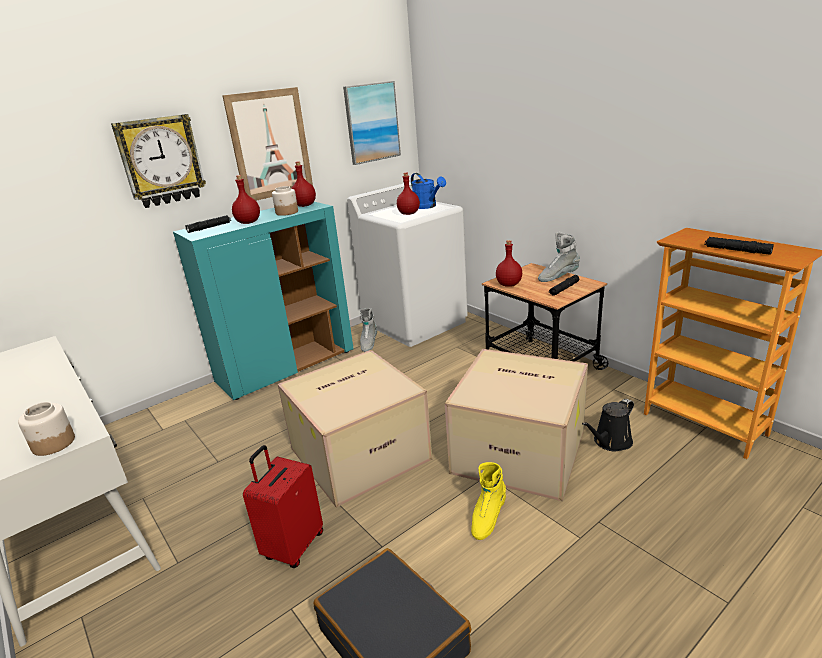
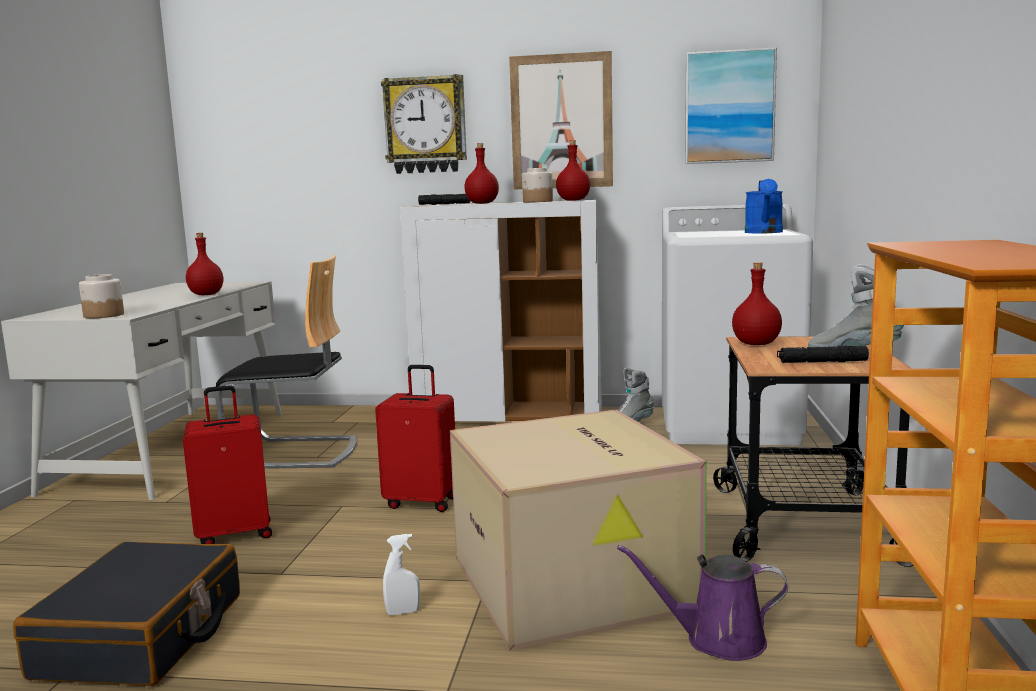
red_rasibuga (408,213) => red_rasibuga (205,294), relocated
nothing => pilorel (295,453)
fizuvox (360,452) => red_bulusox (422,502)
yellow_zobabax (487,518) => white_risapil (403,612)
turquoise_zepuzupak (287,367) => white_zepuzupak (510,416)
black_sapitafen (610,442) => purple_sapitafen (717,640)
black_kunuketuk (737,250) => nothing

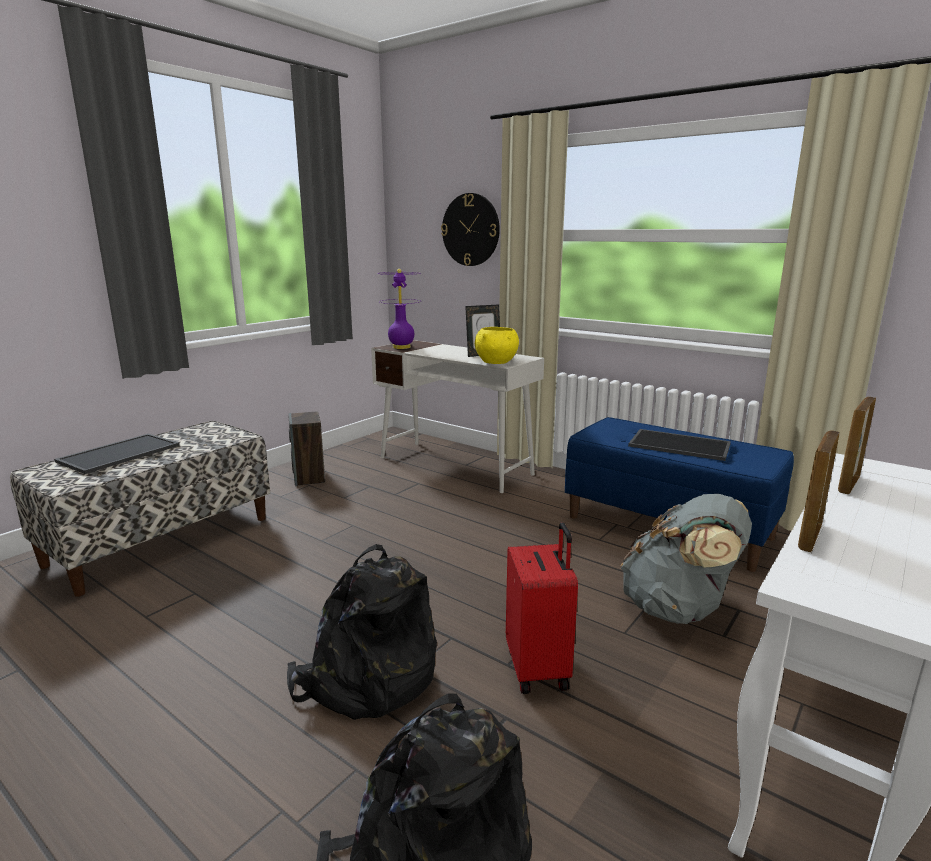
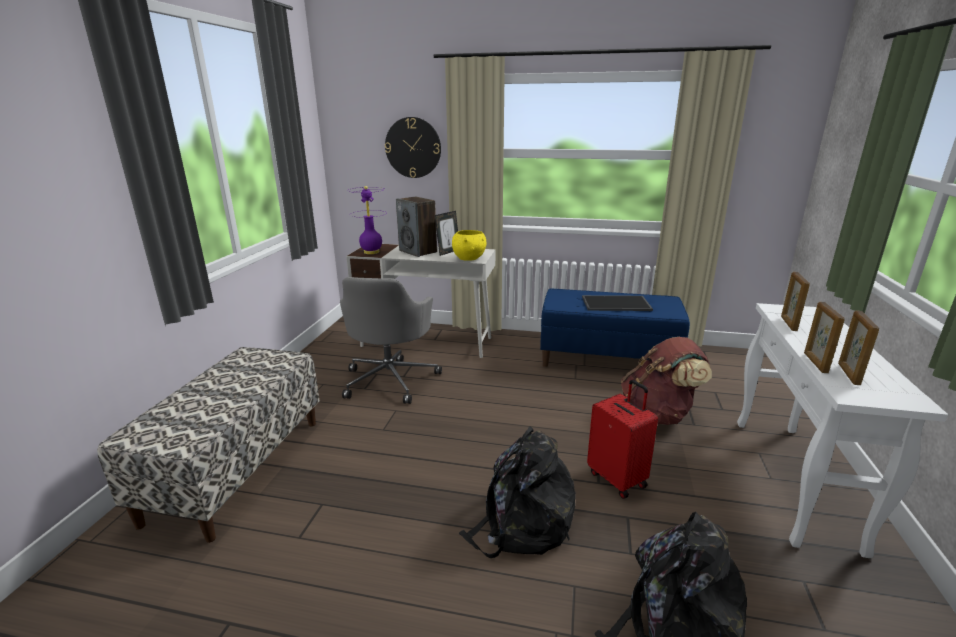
nothing => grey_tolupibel (391,379)
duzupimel (309,477) => duzupimel (418,251), relocated
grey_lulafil (679,609) => brown_lulafil (658,414)
nothing => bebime (848,374)
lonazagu (119,453) => nothing

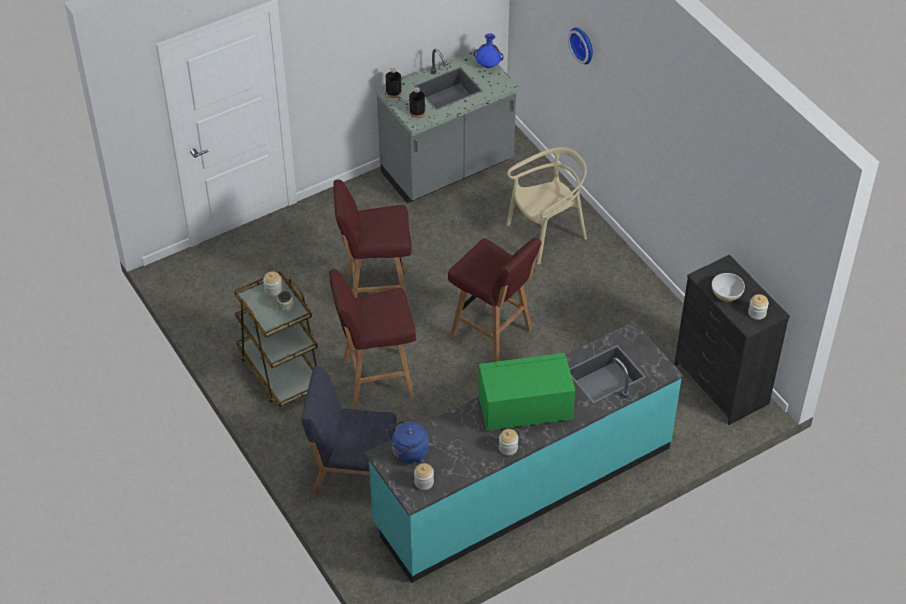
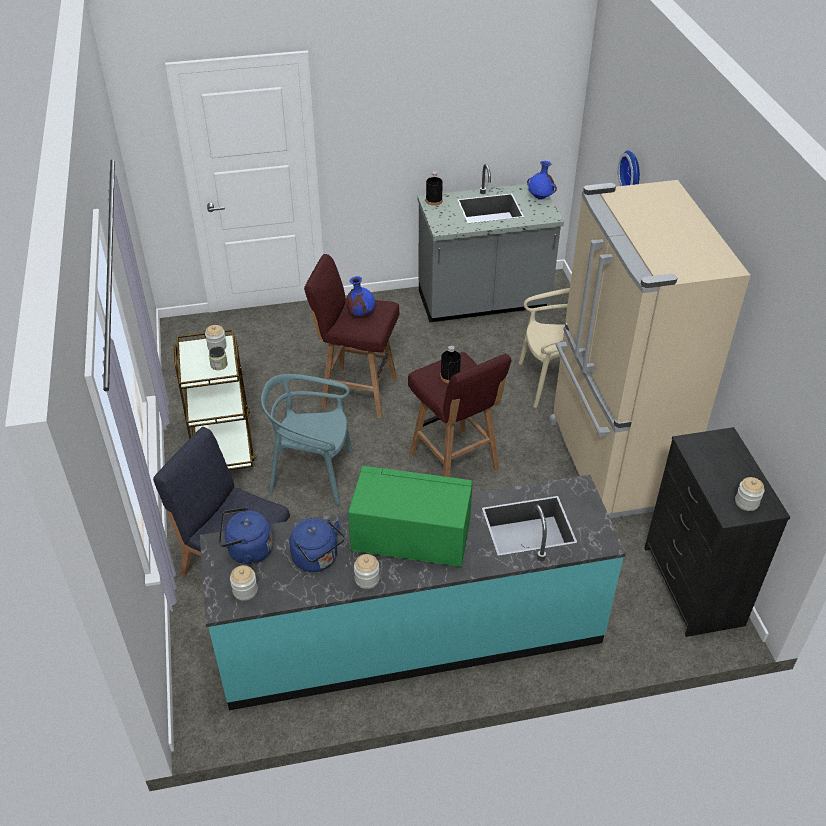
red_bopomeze (376,378) => turquoise_pilorel (312,474)
nothing => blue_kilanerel (317,559)
nothing => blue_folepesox (360,313)
black_rasibuga (417,112) => black_rasibuga (450,376), relocated
nothing => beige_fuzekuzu (610,463)
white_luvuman (726,294) => nothing

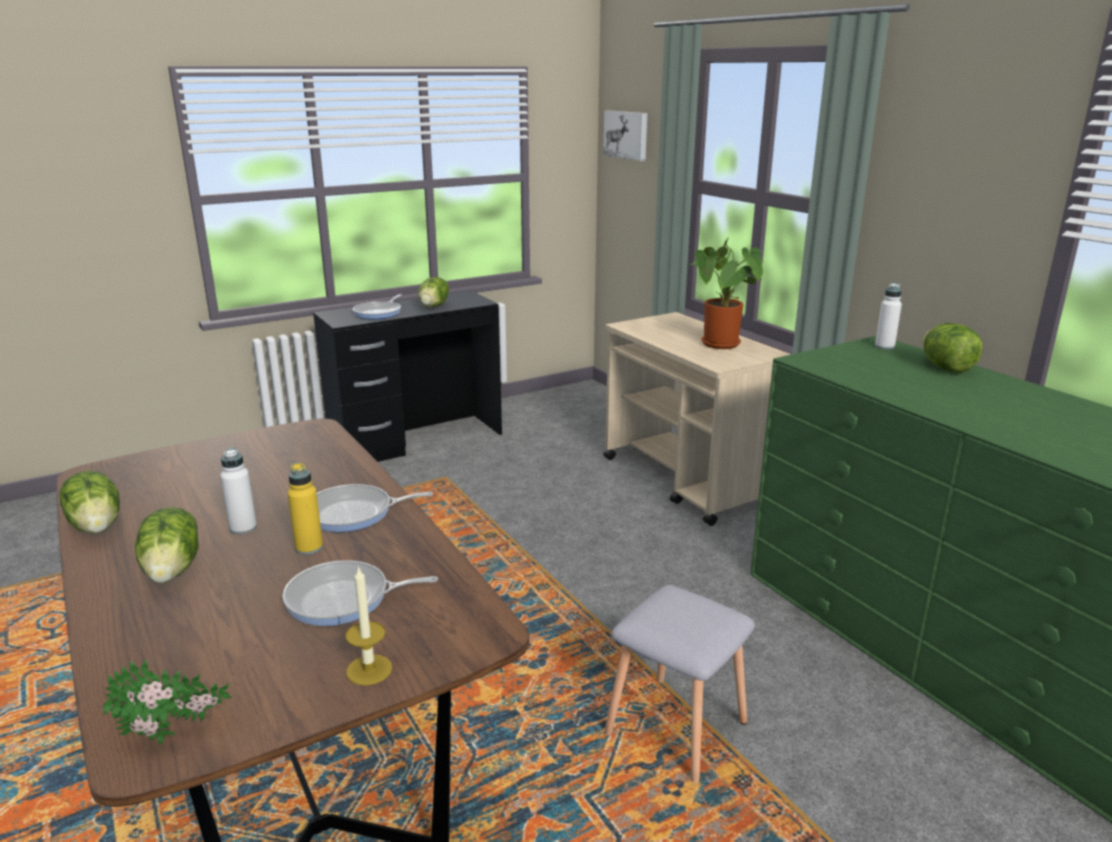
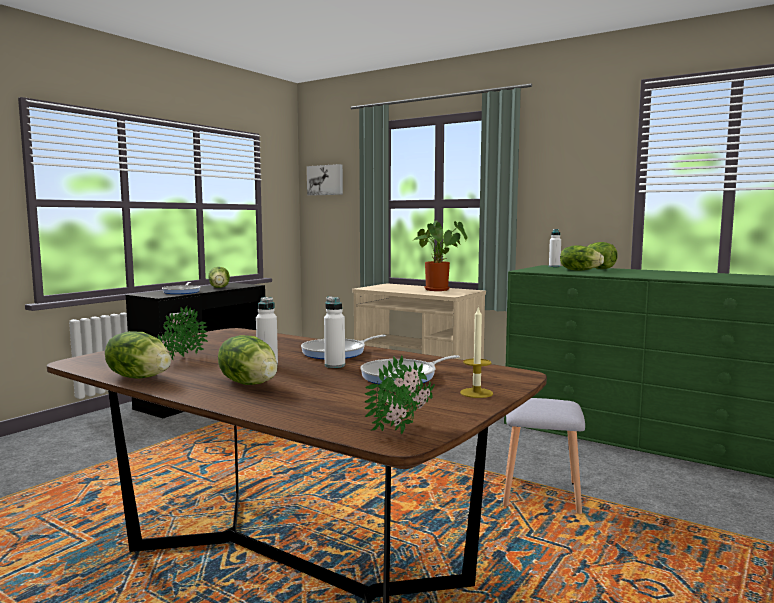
nothing => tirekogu (180,358)
yellow_rasibuga (309,548) => white_rasibuga (334,365)
nothing => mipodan (579,270)

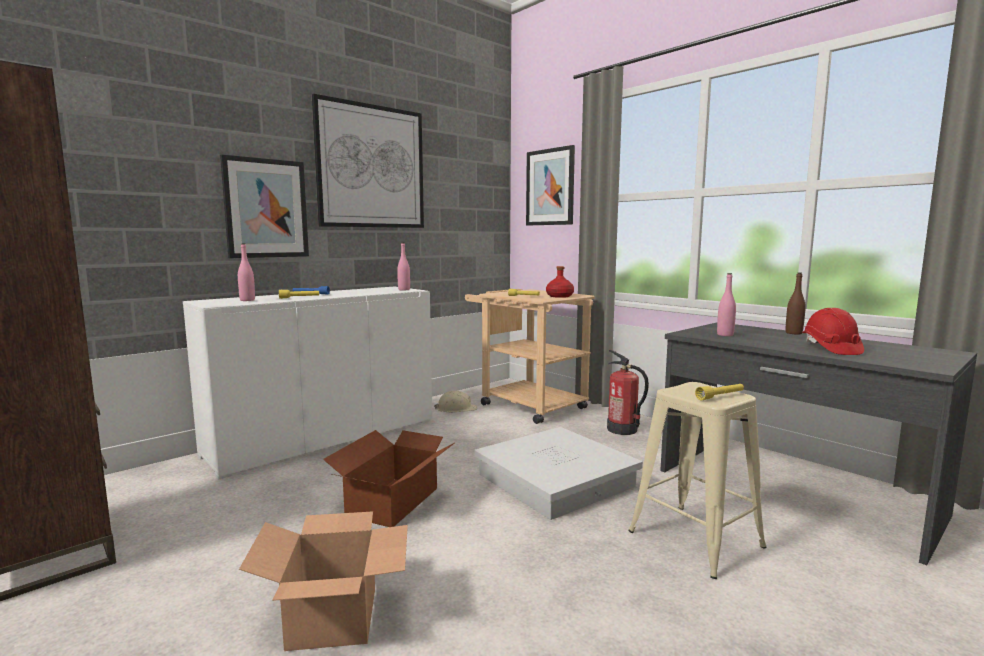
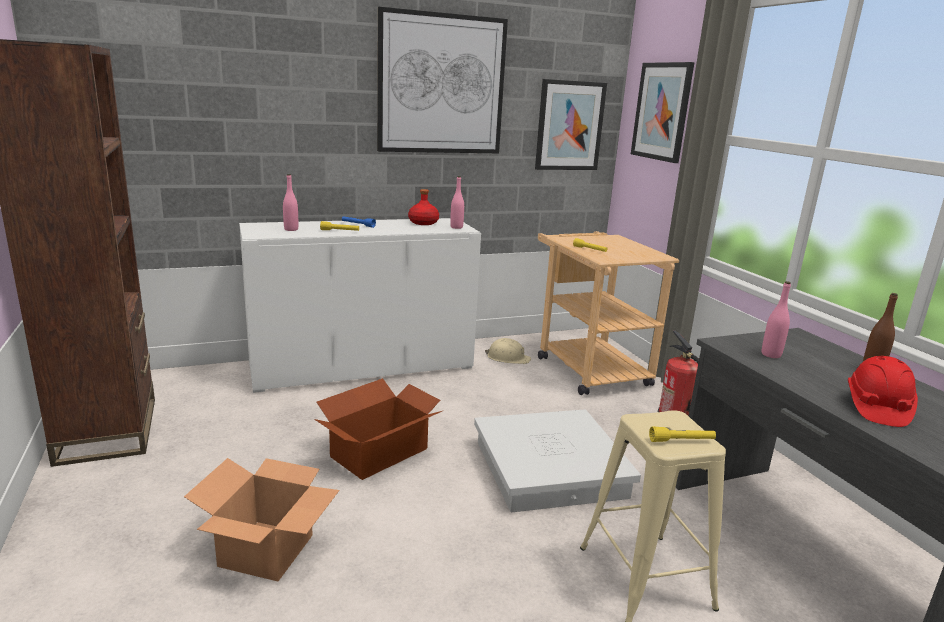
red_rasibuga (560,296) => red_rasibuga (423,223), relocated
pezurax (266,208) => pezurax (569,126), relocated

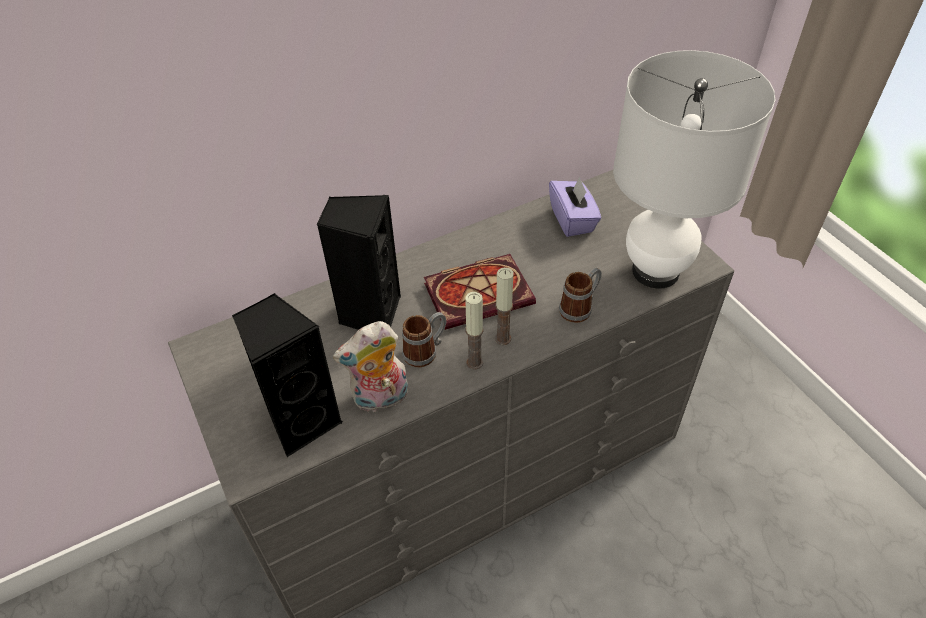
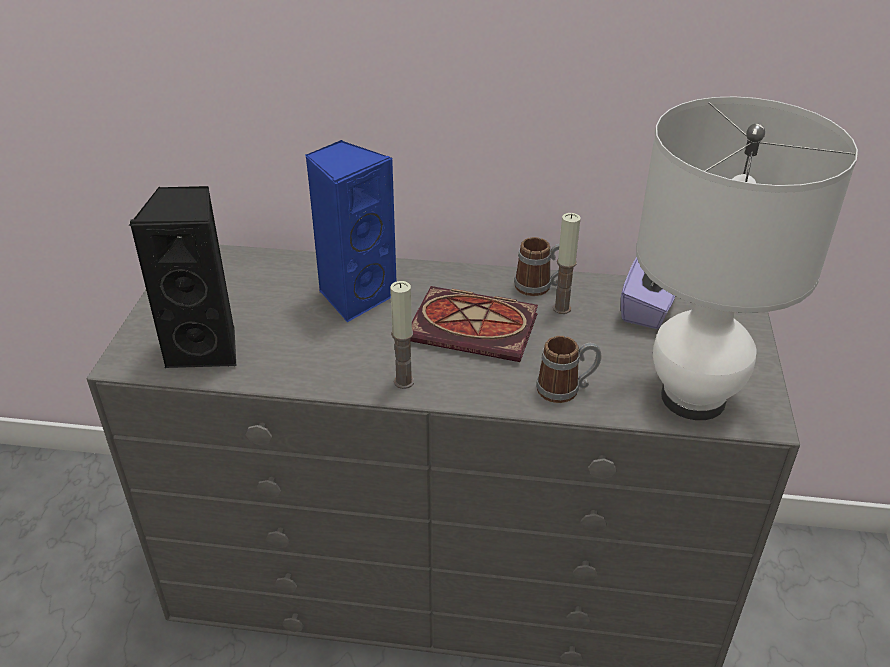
black_duzupimel (370,313) => blue_duzupimel (355,296)
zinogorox (425,351) => zinogorox (540,286), relocated
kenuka (503,338) => kenuka (561,308), relocated
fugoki (380,399) => nothing

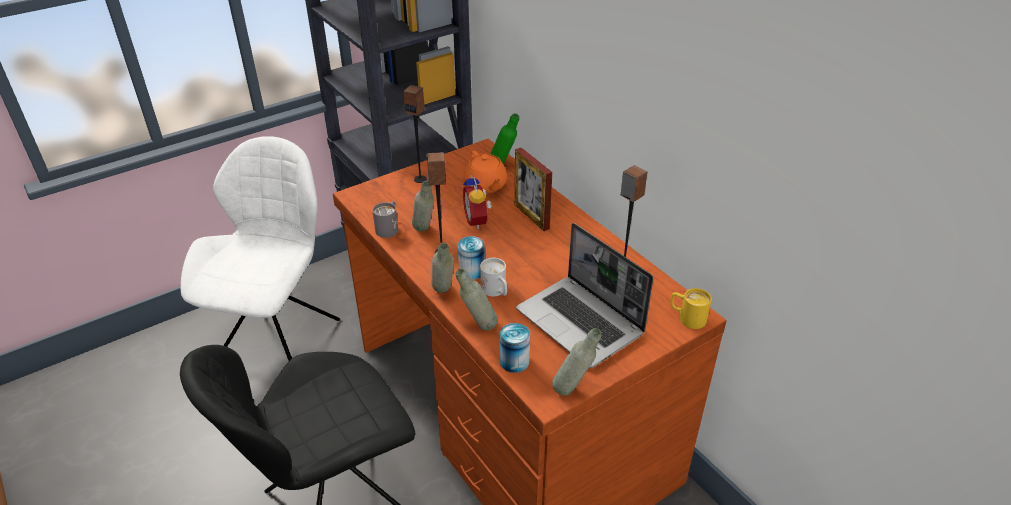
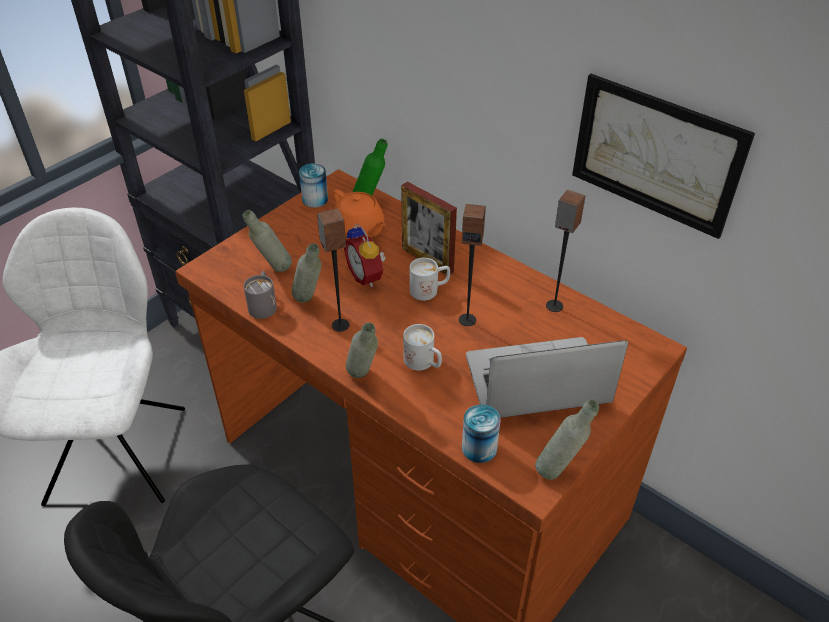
grey_rasibuga (478,327) => grey_rasibuga (273,271), relocated
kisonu (472,271) => kisonu (315,199), relocated
nothing => white_zinogorox (429,290)
duzupimel (420,179) => duzupimel (467,319), relocated
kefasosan (581,322) => kefasosan (535,383), 135 degrees clockwise
nothing => pezurax (655,155)
yellow_zinogorox (687,317) => nothing

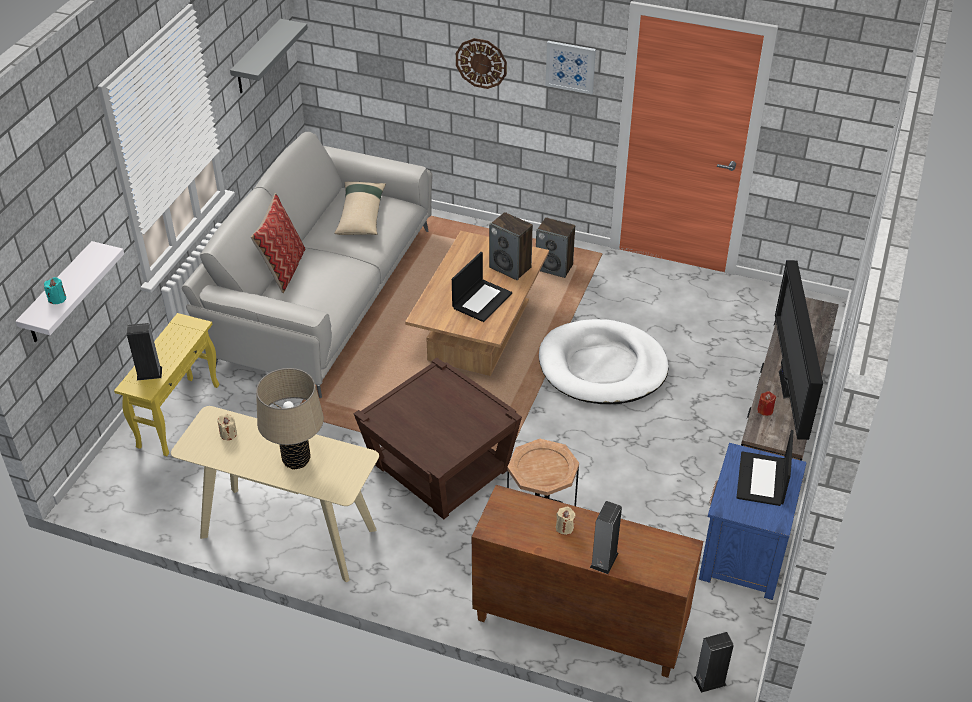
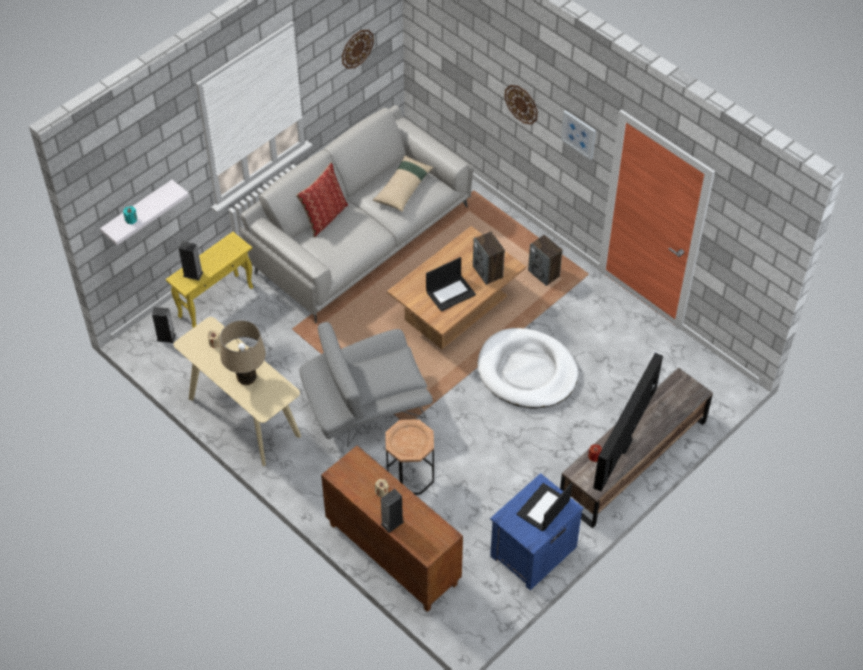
duzupimel (709,681) => duzupimel (166,337), relocated
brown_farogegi (439,468) => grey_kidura (366,407)
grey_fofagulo (257,58) => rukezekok (357,48)

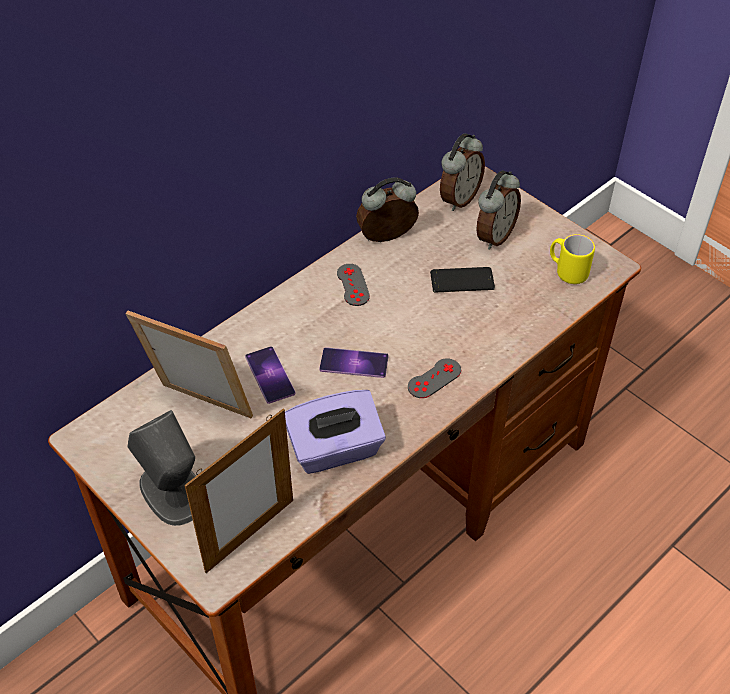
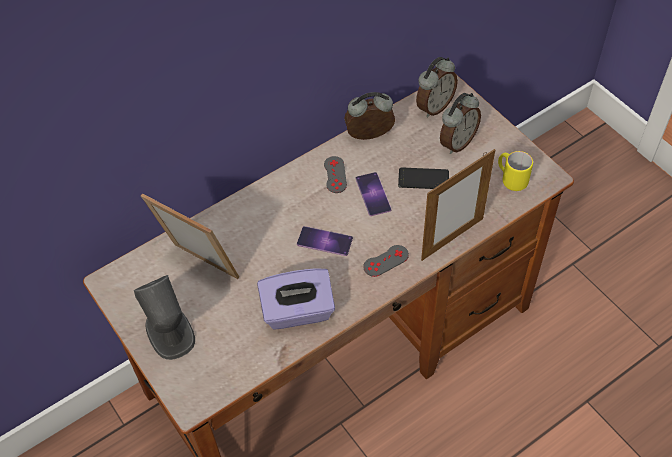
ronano (270,375) => ronano (373,194), relocated
bebime (250,535) => bebime (452,239), relocated

